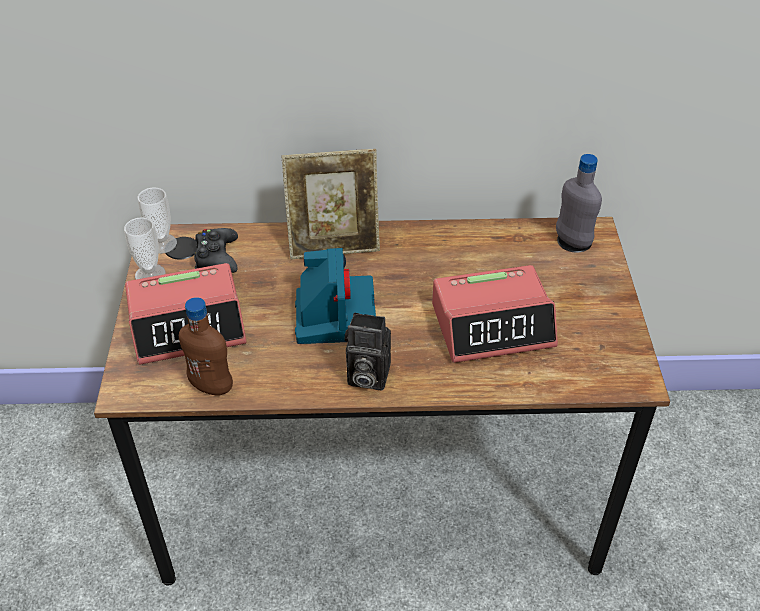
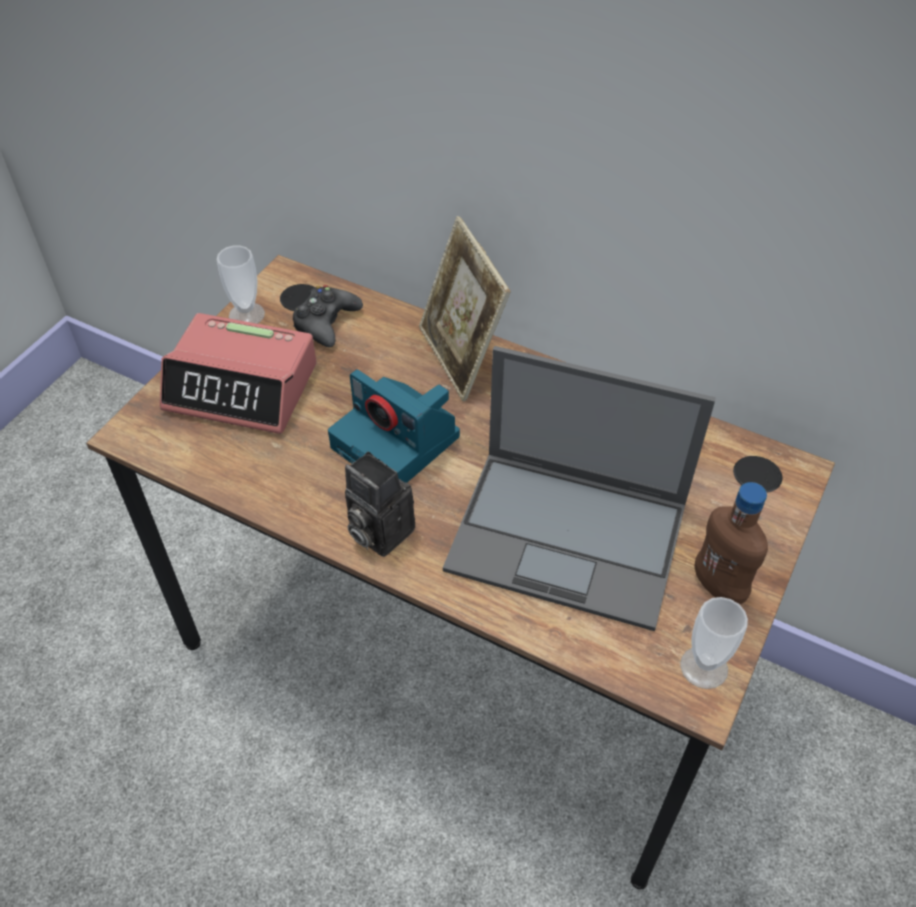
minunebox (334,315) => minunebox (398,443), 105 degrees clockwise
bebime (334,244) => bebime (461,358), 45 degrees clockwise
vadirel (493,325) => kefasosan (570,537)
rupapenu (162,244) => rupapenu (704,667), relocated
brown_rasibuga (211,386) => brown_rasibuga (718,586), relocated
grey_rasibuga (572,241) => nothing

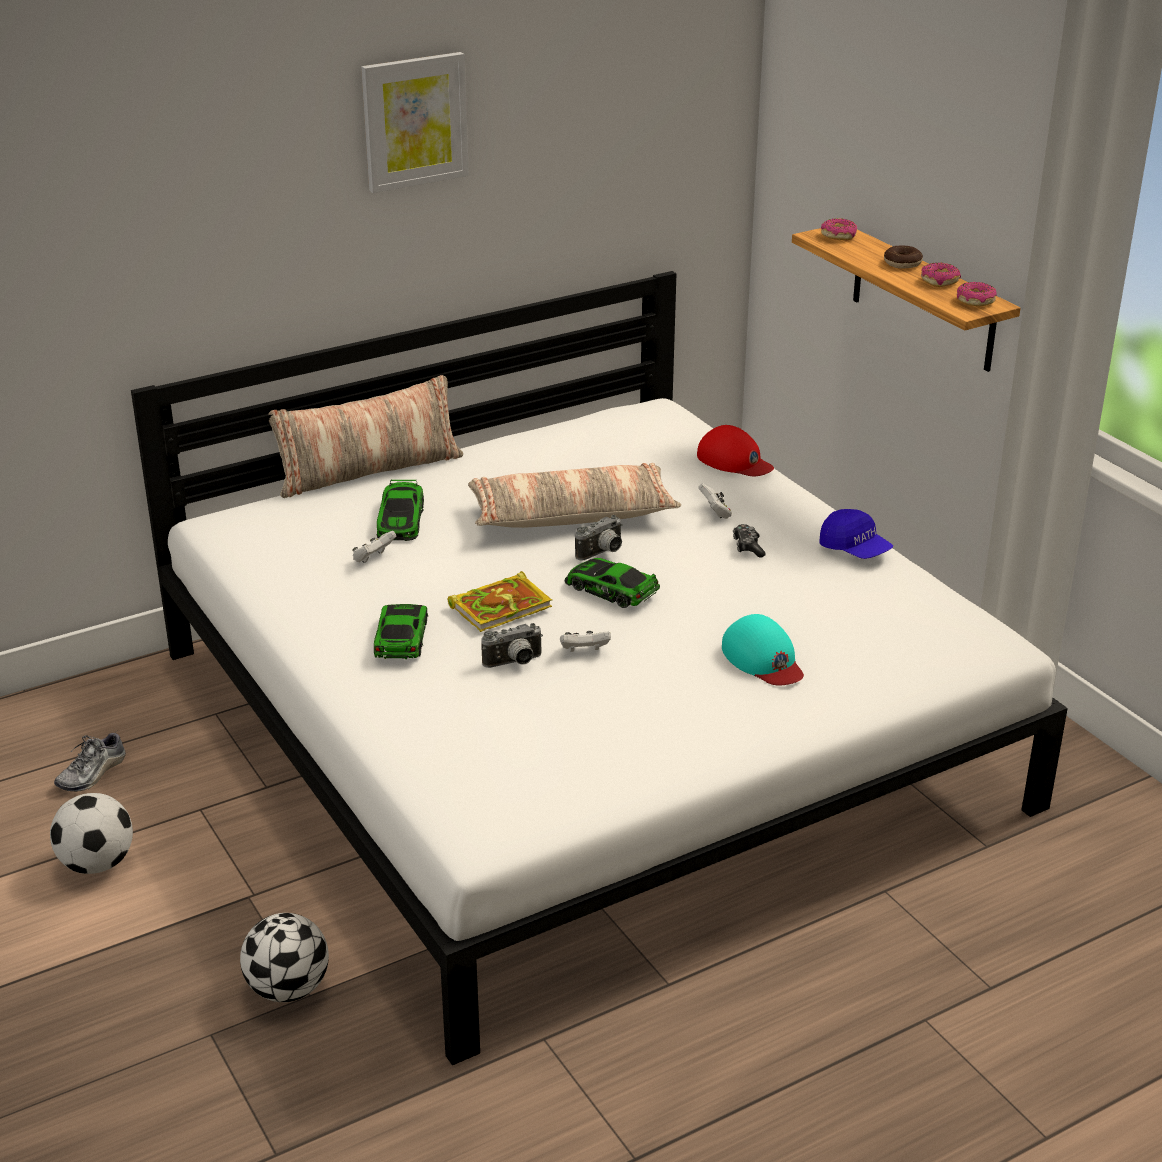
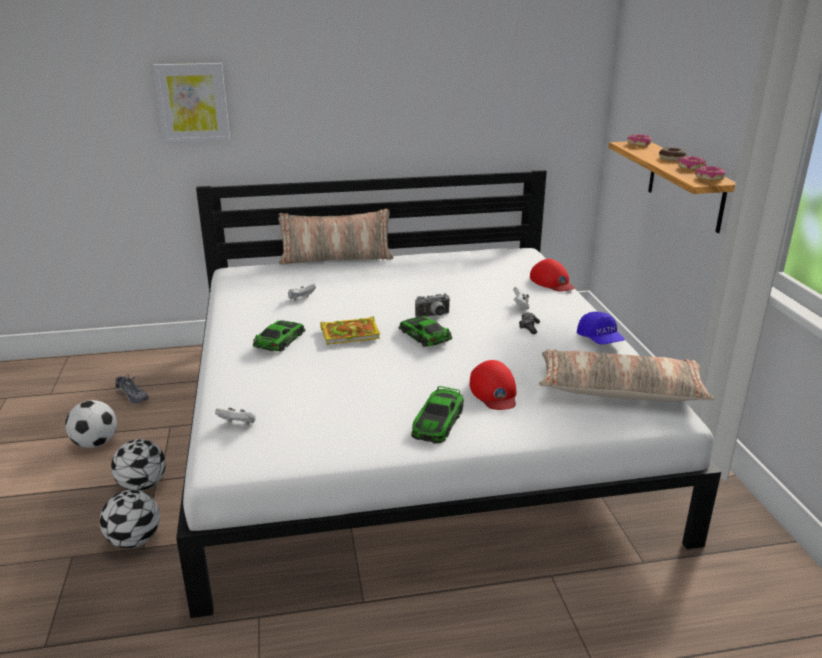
nothing => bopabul (142,486)
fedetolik (92,773) => fedetolik (132,396), 105 degrees counterclockwise
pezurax (414,121) => pezurax (192,102), relocated
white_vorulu (584,651) => white_vorulu (238,424), relocated
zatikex (400,520) => zatikex (438,422), relocated
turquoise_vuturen (763,659) => red_vuturen (494,392)
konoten (571,514) => konoten (620,390), relocated
minunebox (514,663) => nothing

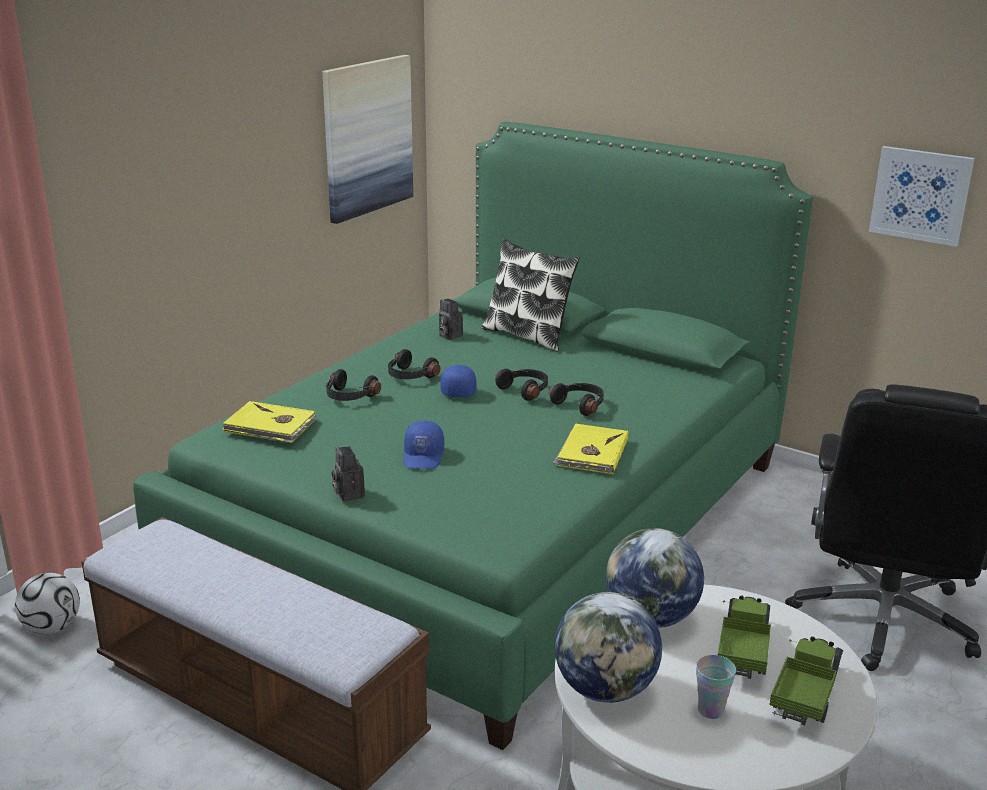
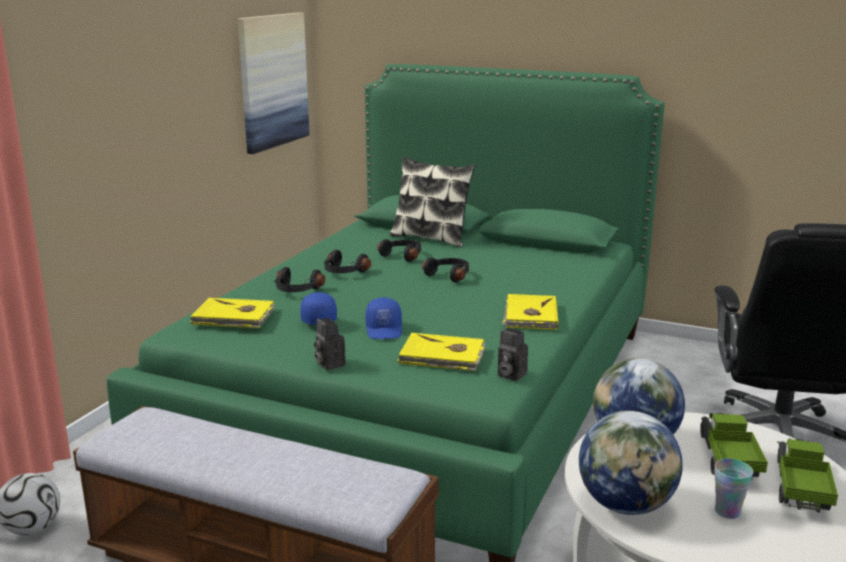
blue_vuturen (457,390) => blue_vuturen (317,318), relocated
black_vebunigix (580,405) => black_vebunigix (403,255), relocated
nothing => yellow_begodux (442,356)
minunebox (449,335) => minunebox (509,375), relocated
pezurax (920,195) => nothing

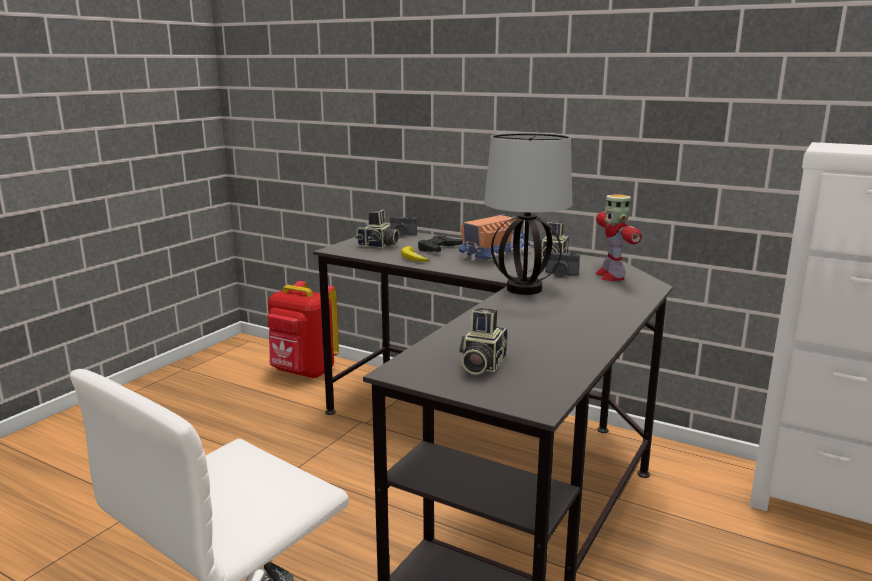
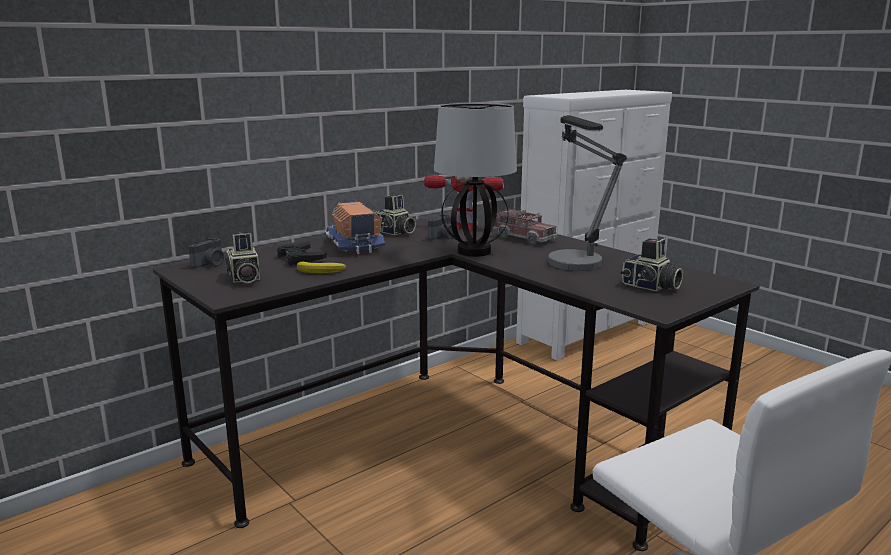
minunebox (378,245) => minunebox (243,278), 120 degrees clockwise
nothing => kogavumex (524,238)
nothing => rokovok (577,267)
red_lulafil (303,372) => nothing

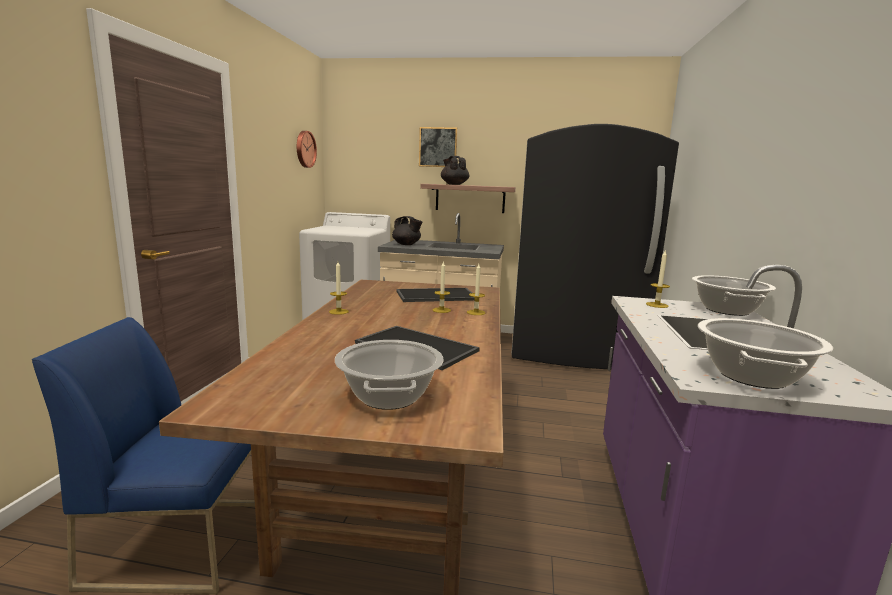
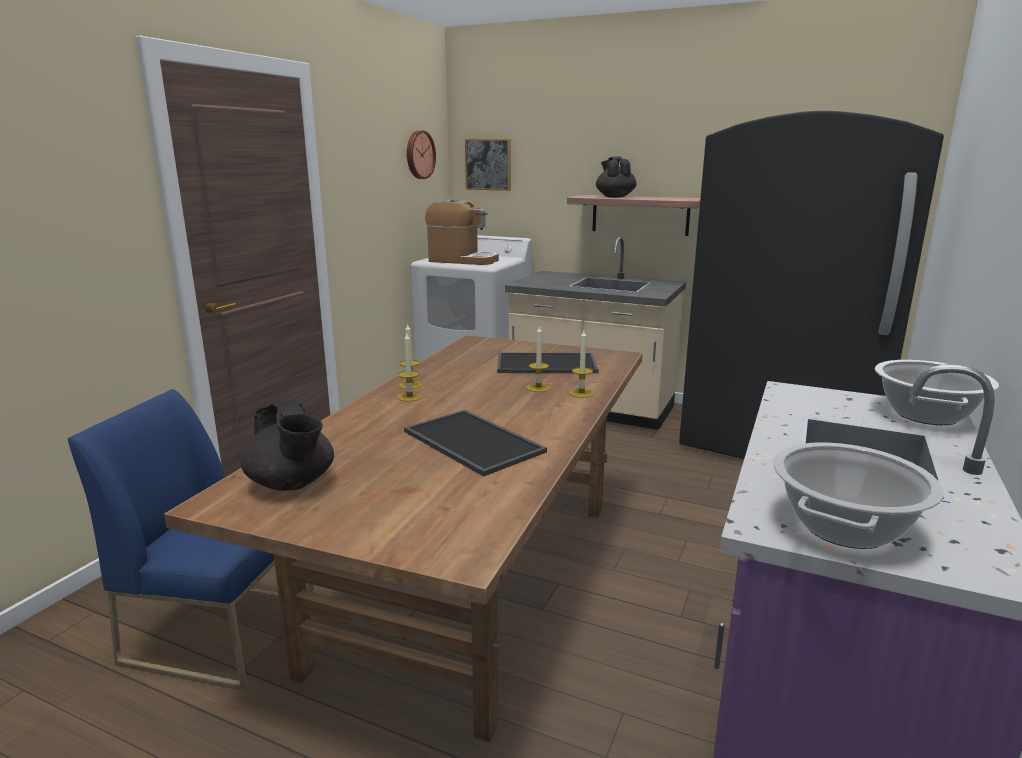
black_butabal (406,244) => black_butabal (292,484), relocated
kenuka (657,305) => kenuka (410,397), relocated
nothing => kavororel (463,260)
pezurax (438,147) => pezurax (488,164), relocated
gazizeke (389,396) => nothing

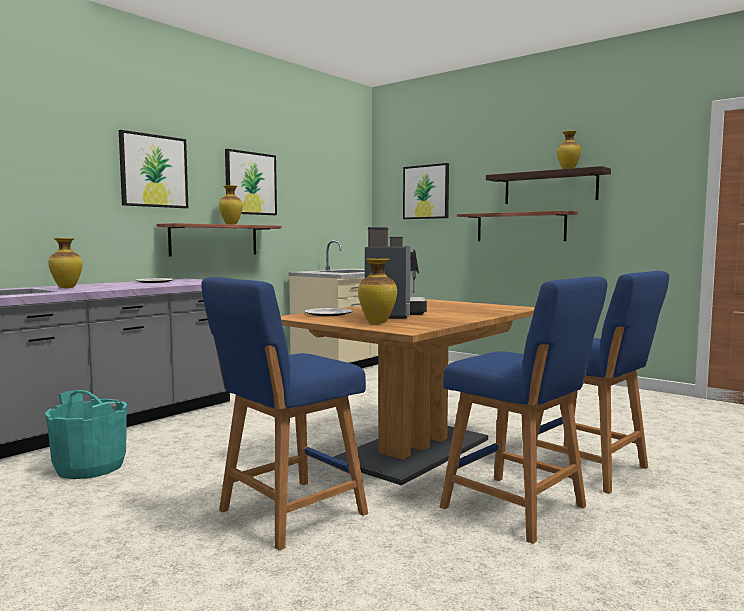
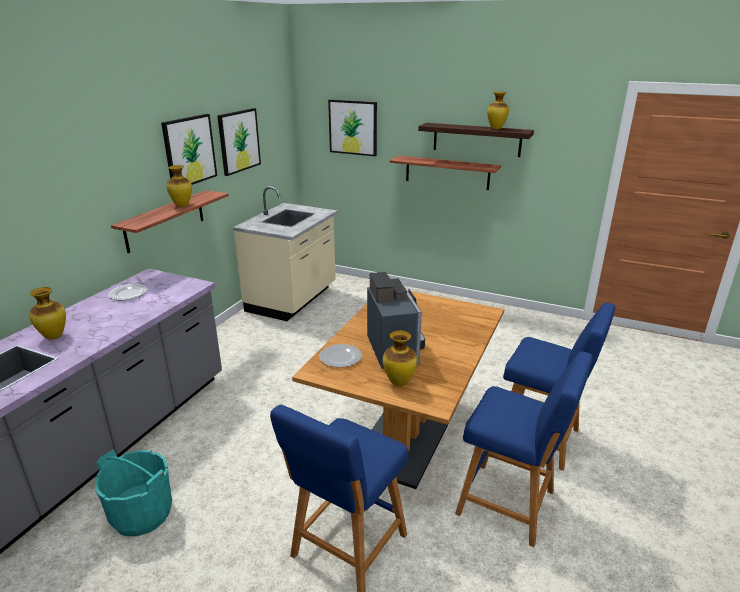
pezurax (153,171) => pezurax (239,141), relocated

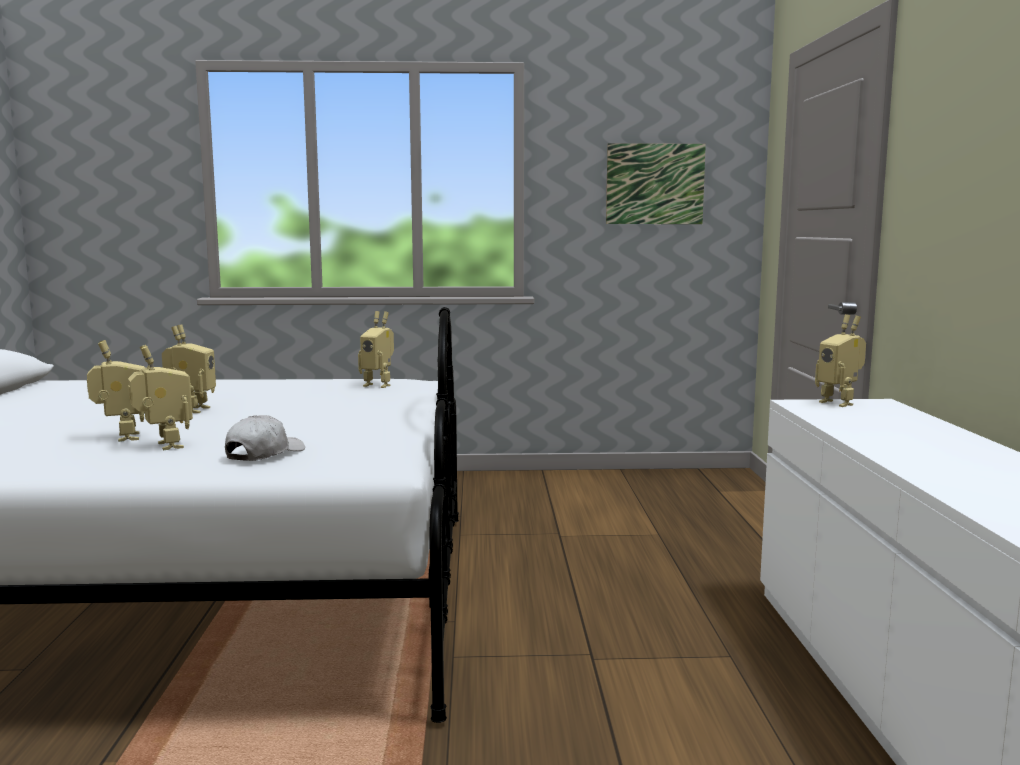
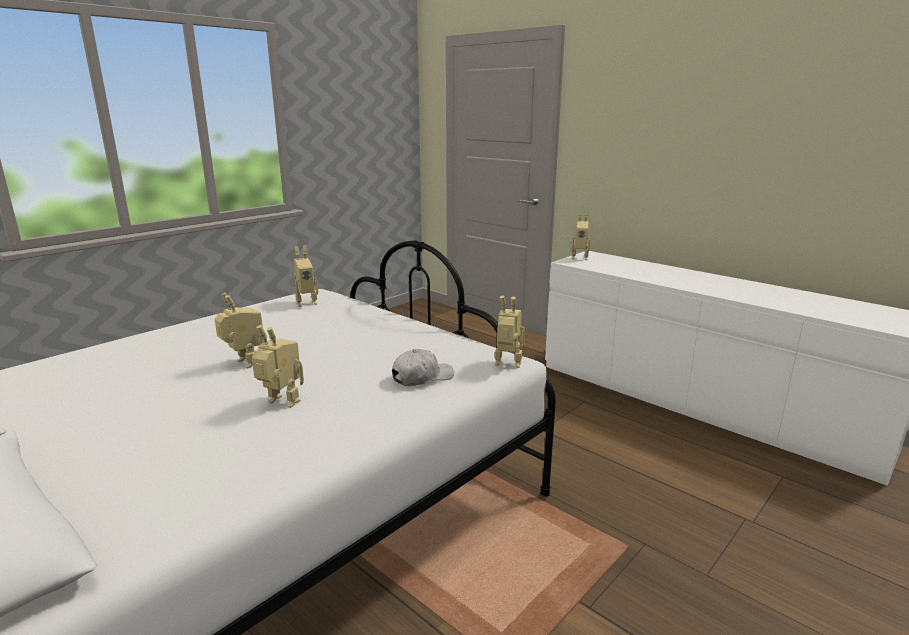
white_vuturen (264,454) => white_vuturen (422,377), 75 degrees clockwise
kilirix (163,446) => kilirix (507,365), relocated
pezurax (655,184) => nothing

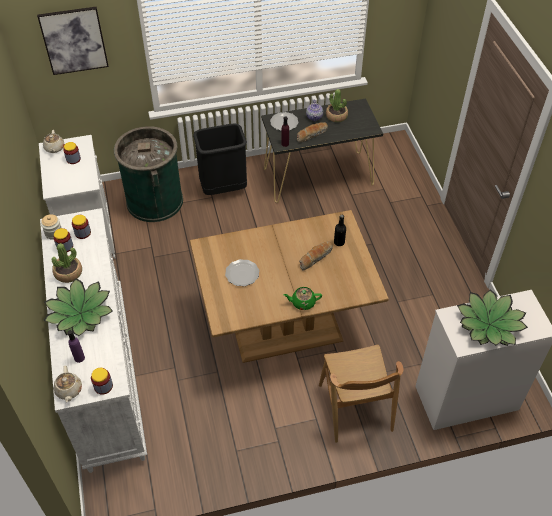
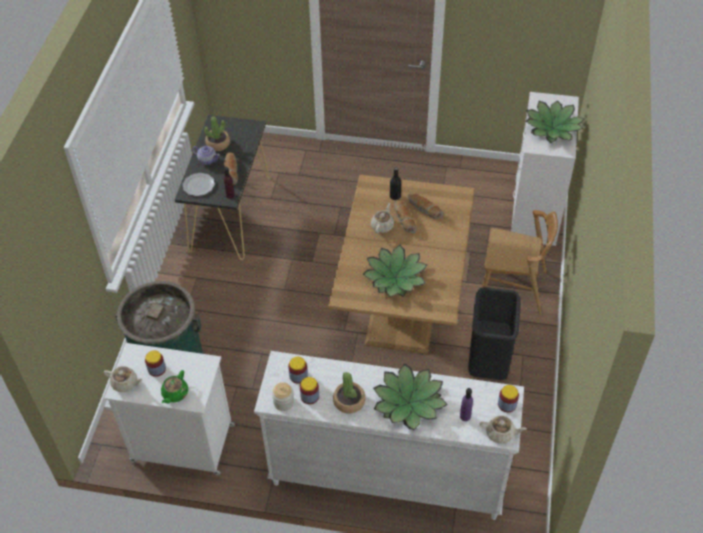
green_butabal (302,302) => green_butabal (175,394), relocated
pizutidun (242,274) => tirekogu (395,277)
nothing => beige_butabal (382,226)
nothing => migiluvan (424,209)
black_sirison (223,188) => black_sirison (487,362), relocated
pezurax (74,40) => nothing

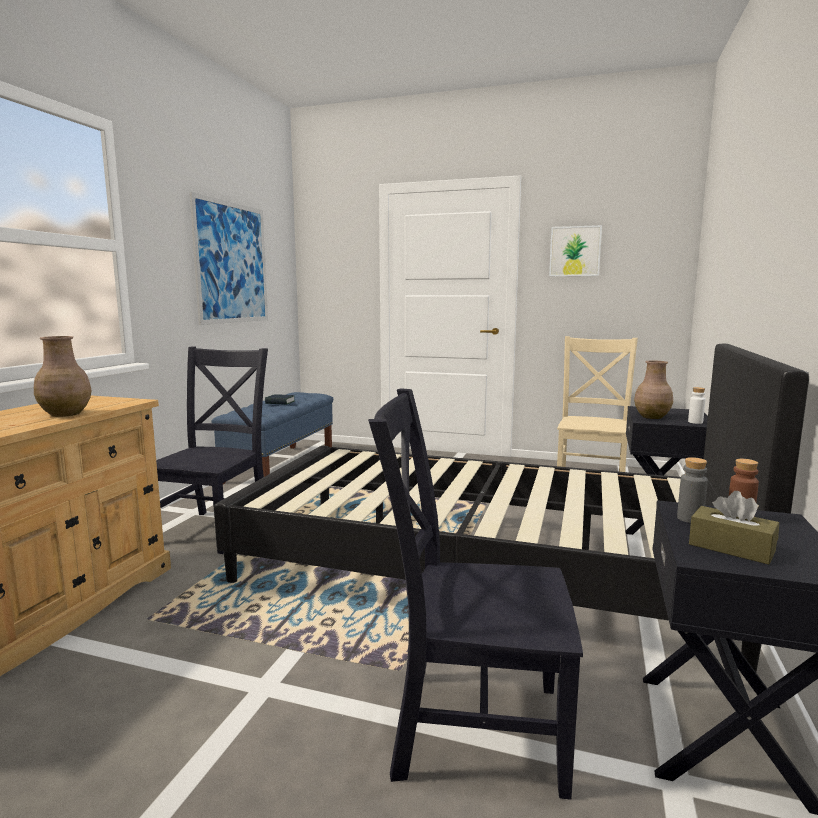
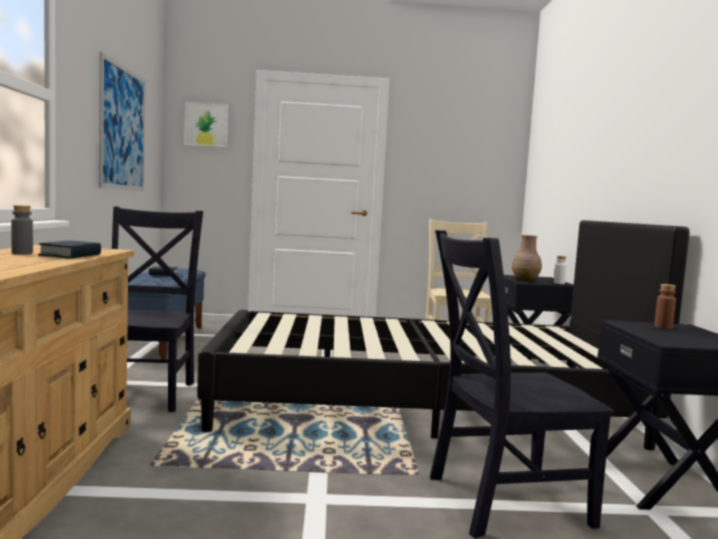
grey_rasibuga (690,519) => grey_rasibuga (22,253), relocated
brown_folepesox (66,414) => begodux (71,255)
pezurax (575,251) => pezurax (206,125), relocated
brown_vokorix (731,548) => nothing

